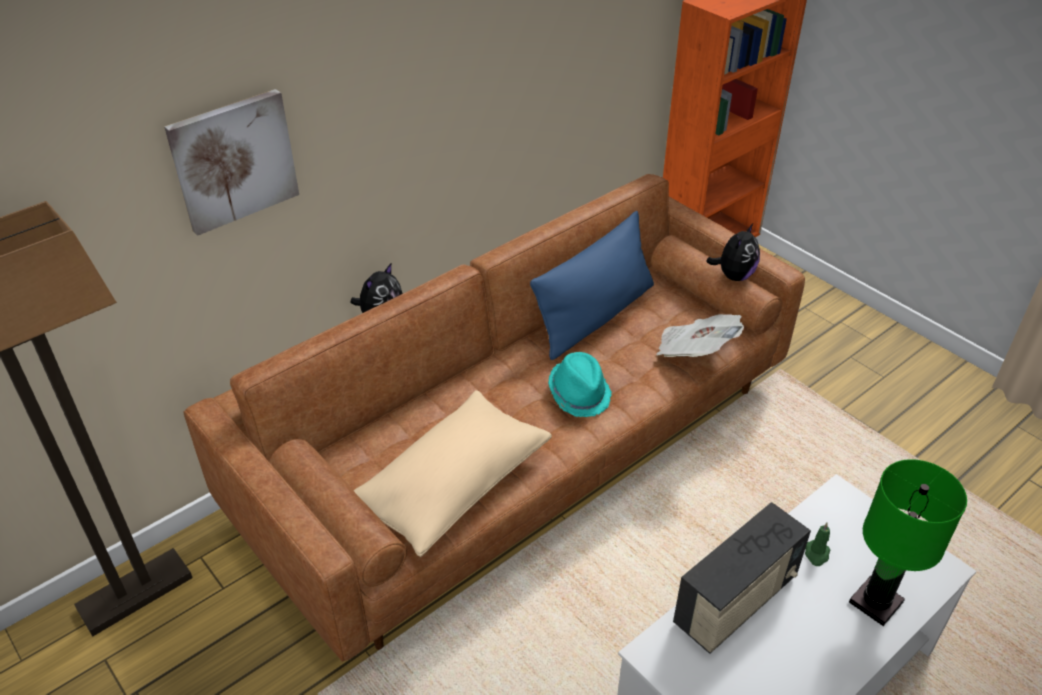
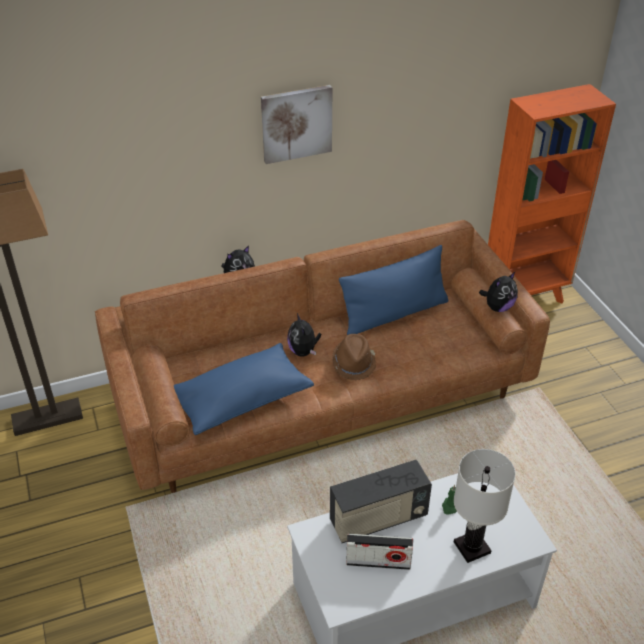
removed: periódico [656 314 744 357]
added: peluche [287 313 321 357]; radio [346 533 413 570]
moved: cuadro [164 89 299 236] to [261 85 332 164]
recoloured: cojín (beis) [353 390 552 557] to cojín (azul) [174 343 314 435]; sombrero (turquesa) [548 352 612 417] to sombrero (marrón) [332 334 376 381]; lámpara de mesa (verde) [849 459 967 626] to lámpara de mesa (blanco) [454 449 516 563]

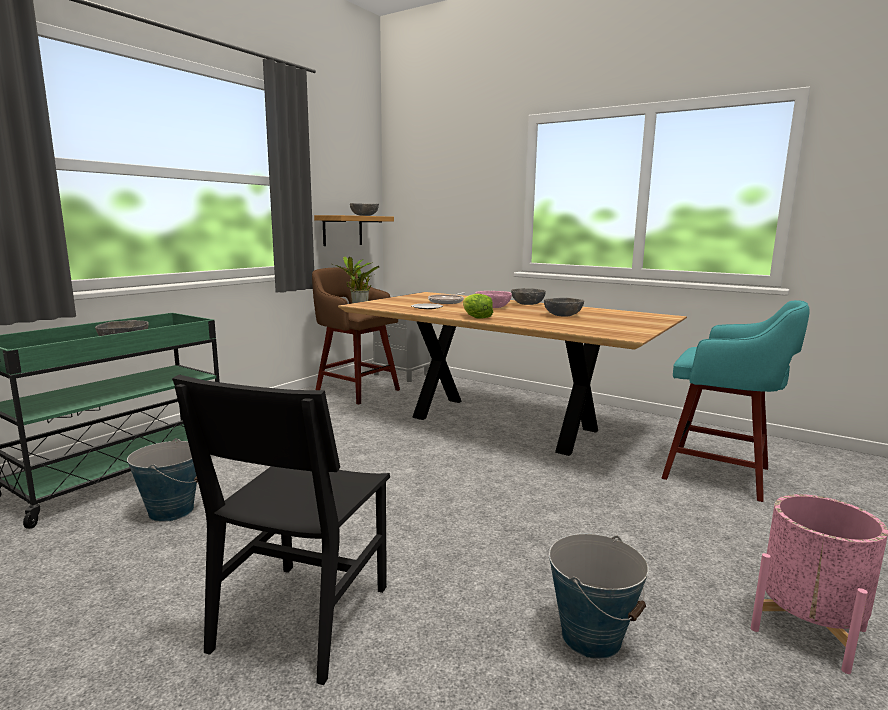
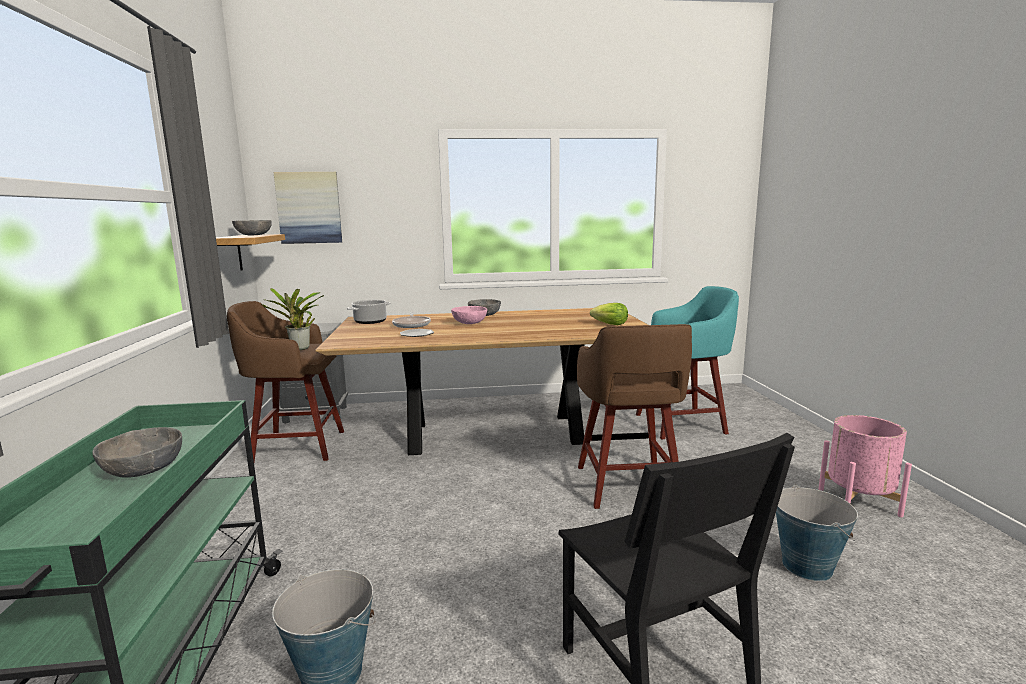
removed: cuenco (gris) [544 298 584 317]
added: cuadro [274 172 342 244]; olla [346 300 391 324]; taburete (marrón) [577 324 692 509]
moved: lechuga [463 294 493 319] to [590 303 628 325]

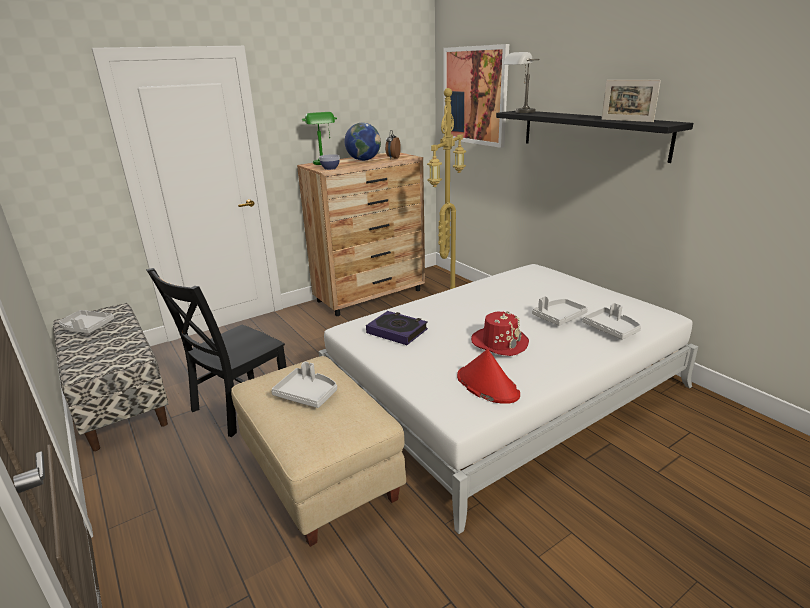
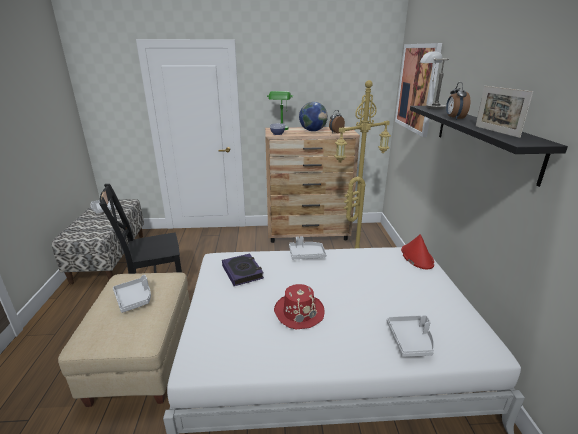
added: despertador [446 82 470 120]
moved: sombrero (rojo) [457 349 520 404] to [401 234 434 269]; bandeja (gris) [532 296 588 326] to [289 236 326 259]

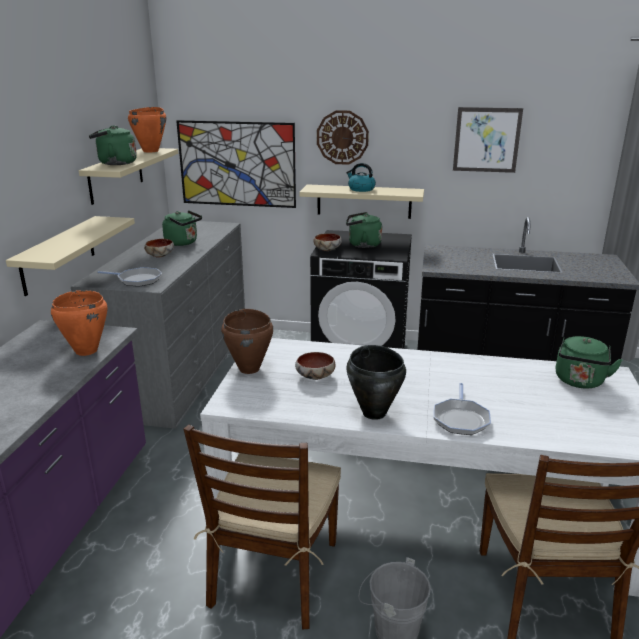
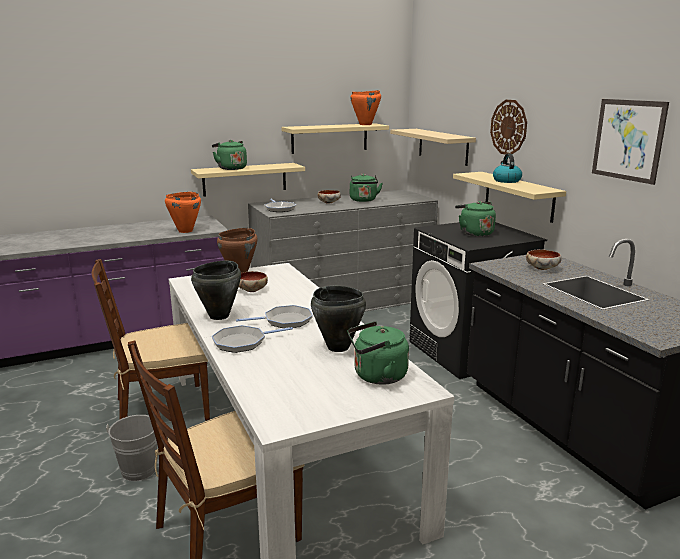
added: sartén [236 305 313 328]; olla (negro) [311 286 366 352]
moved: hervidor (verde) [89 125 137 165] to [212 140 247 170]; cuenco [313 233 342 251] to [526 249 561 270]
replaced: cuadro [176 120 296 208] to estante (beis) [390 129 476 166]

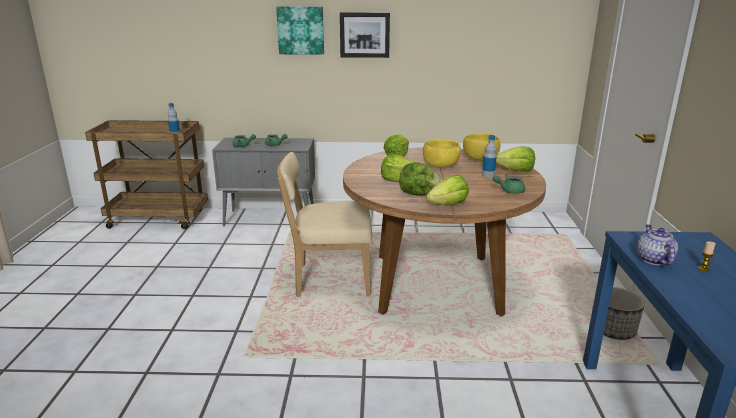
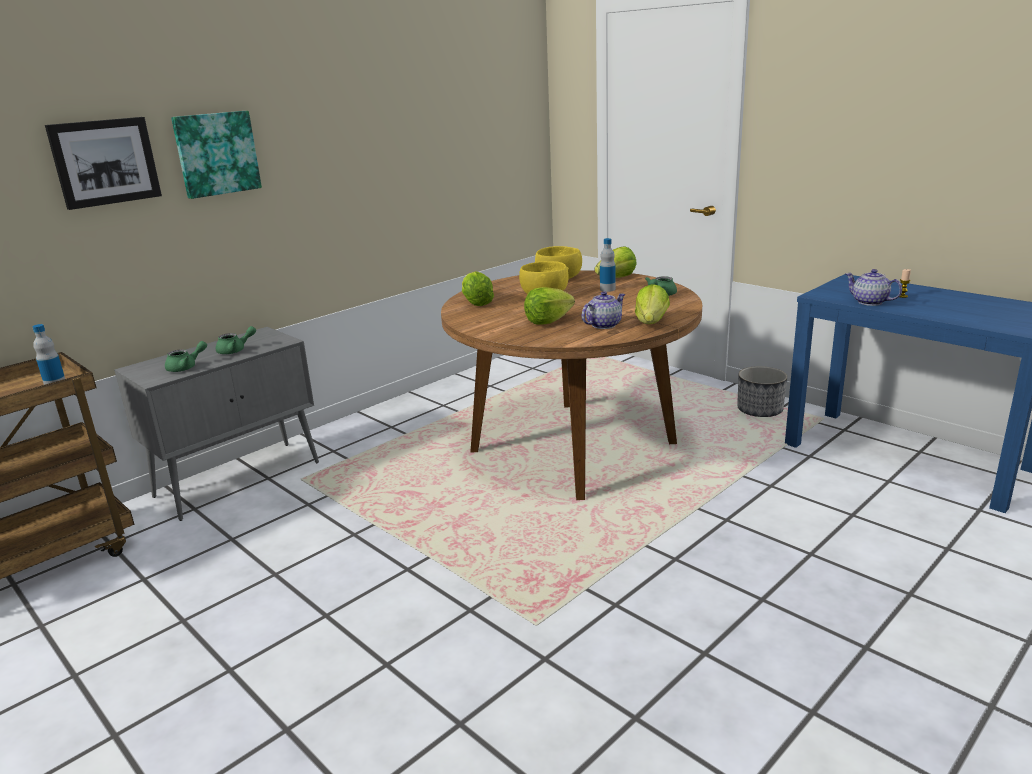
removed: silla (beis) [277 152 372 297]
moved: cuadro [340 12 390 58] to [45 117 162 210]
replaced: lechuga [400 162 442 196] to tetera [582 291 625 329]

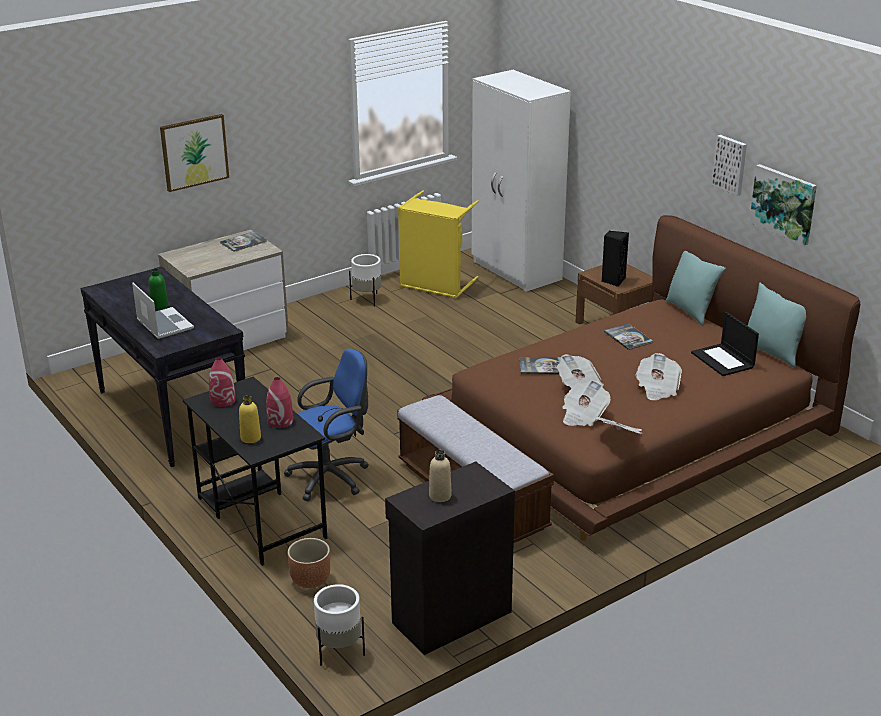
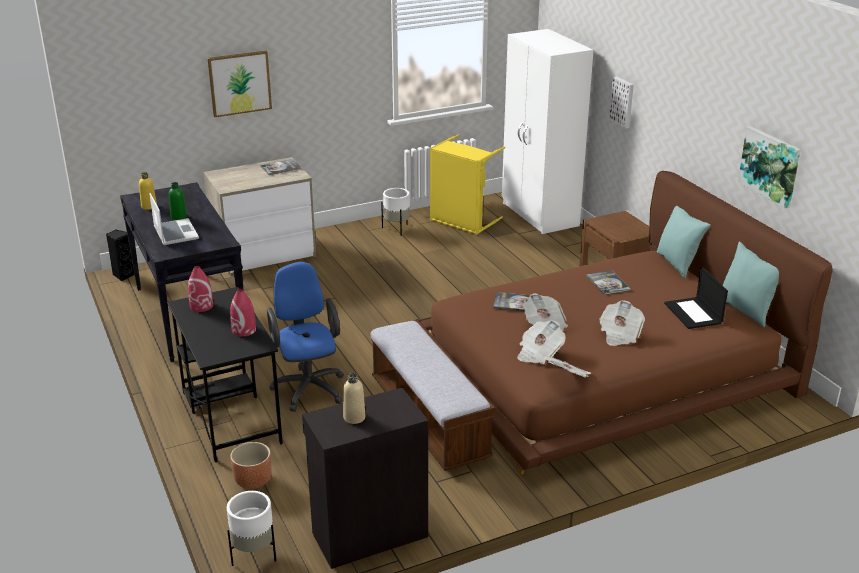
moved: botella (amarillo) [239 395 261 443] to [139 172 157 210]; altavoz (negro) [602 231 629 287] to [106 229 135 281]; cuadro [712 135 747 196] to [609 76 634 129]
turned: silla de oficina (azul) [284 349 369 501] = [267 262 344 412] 90 degrees counterclockwise

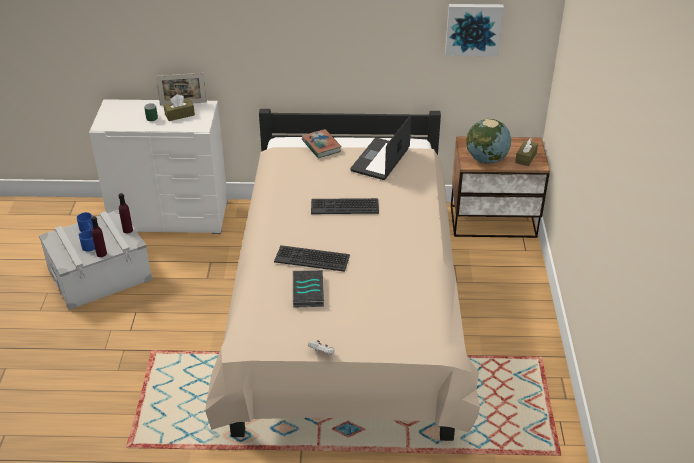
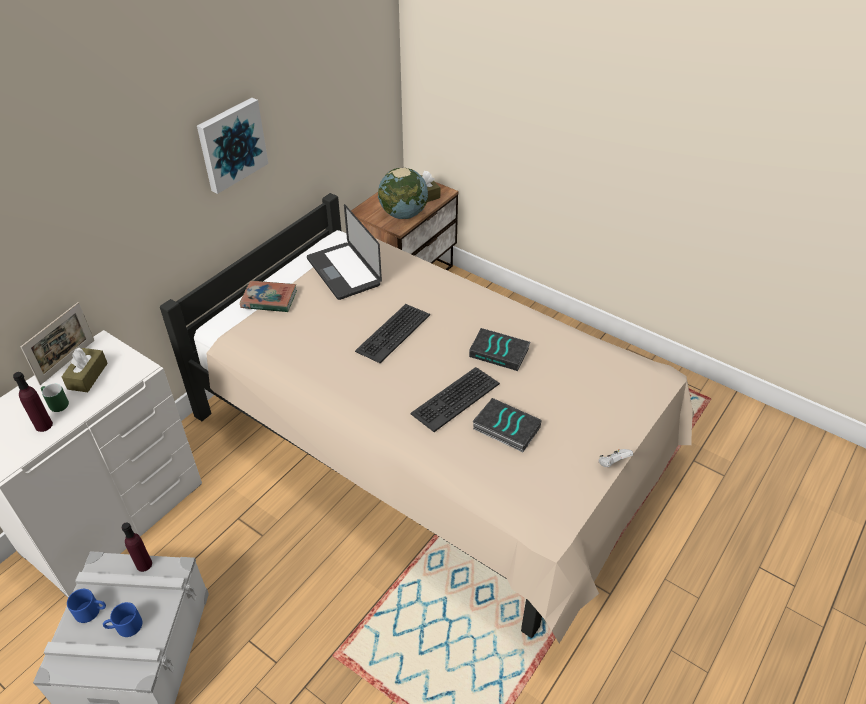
added: libro [469 328 531 371]
moved: botella (morado) [91 216 107 257] to [13 372 53 432]; cuadro [445 4 504 56] to [197 98 268 194]

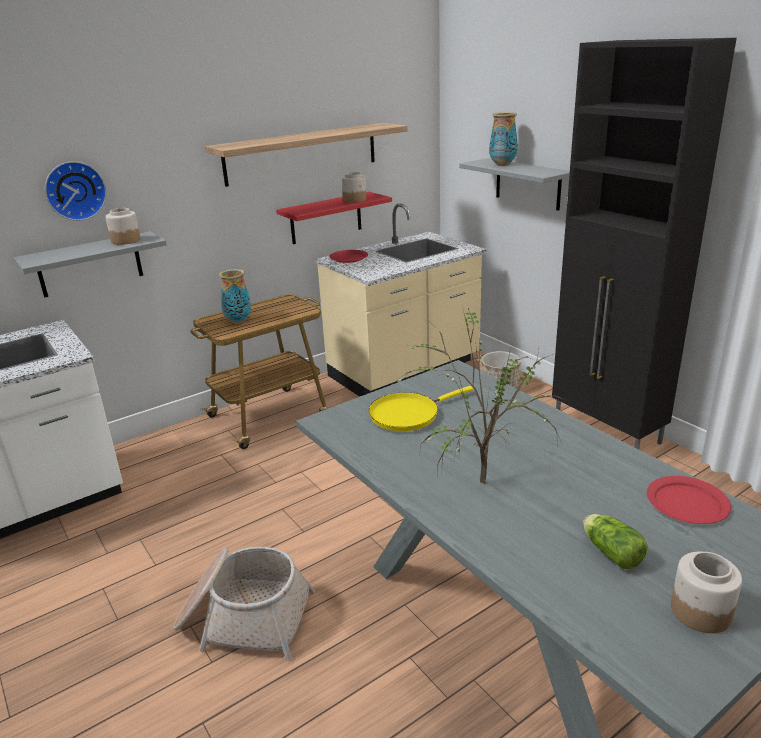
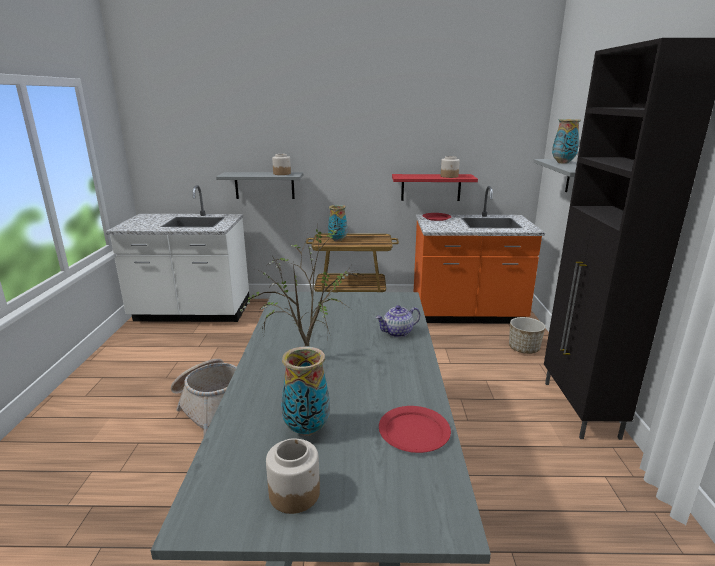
removed: reloj de pared [45 161 107 221]; estante [205 123 408 187]; sartén (amarillo) [369 386 474 431]
added: tetera [376 305 420 337]
replaced: lechuga [583 514 648 569] to florero [281 346 330 436]
recoloured: mueble bajo de cocina (beis) [316 203 487 397] to mueble bajo de cocina (naranja) [414 186 545 324]

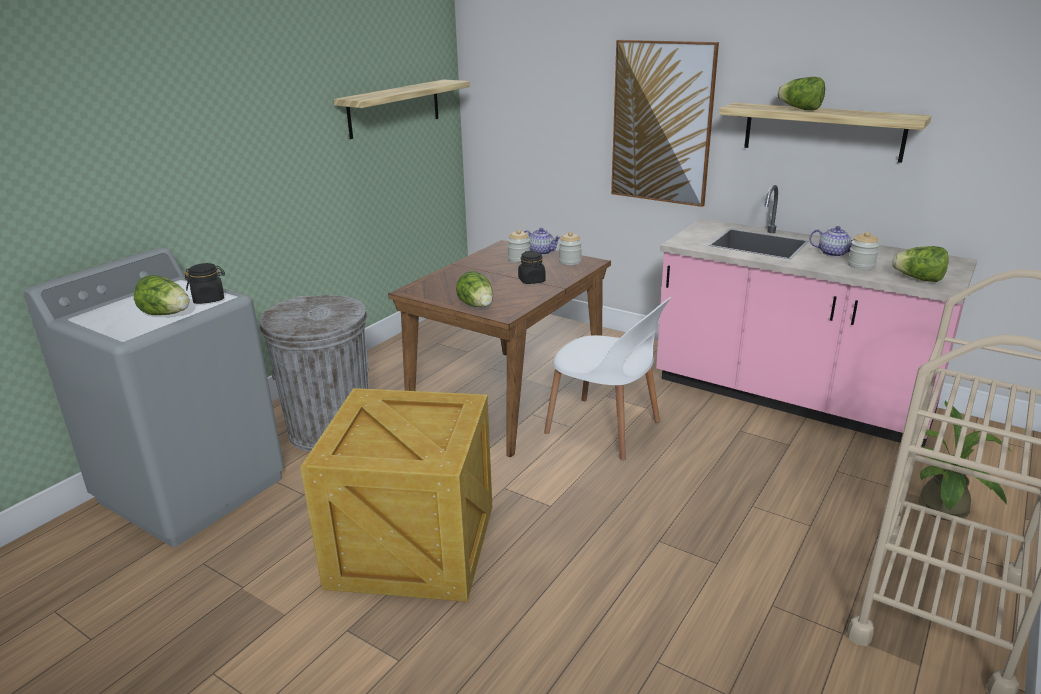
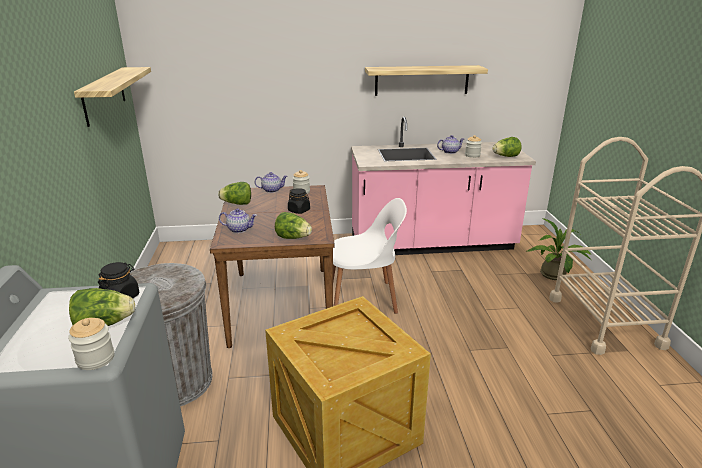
removed: cuadro [611 40 719 207]
added: tetera [219 208 257 233]
moved: tarro [507 230 530 263] to [68 318 114 370]; lechuga [777 77 825 110] to [218 182 251 205]

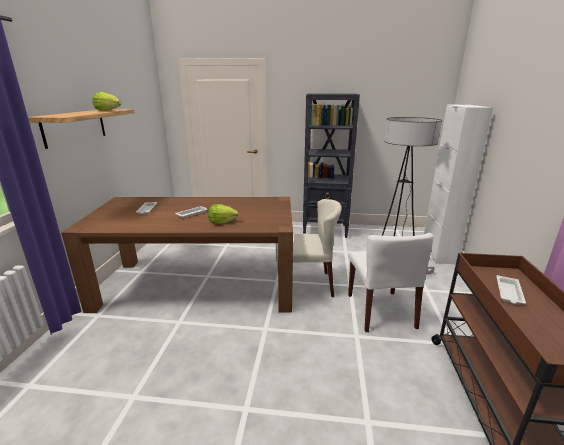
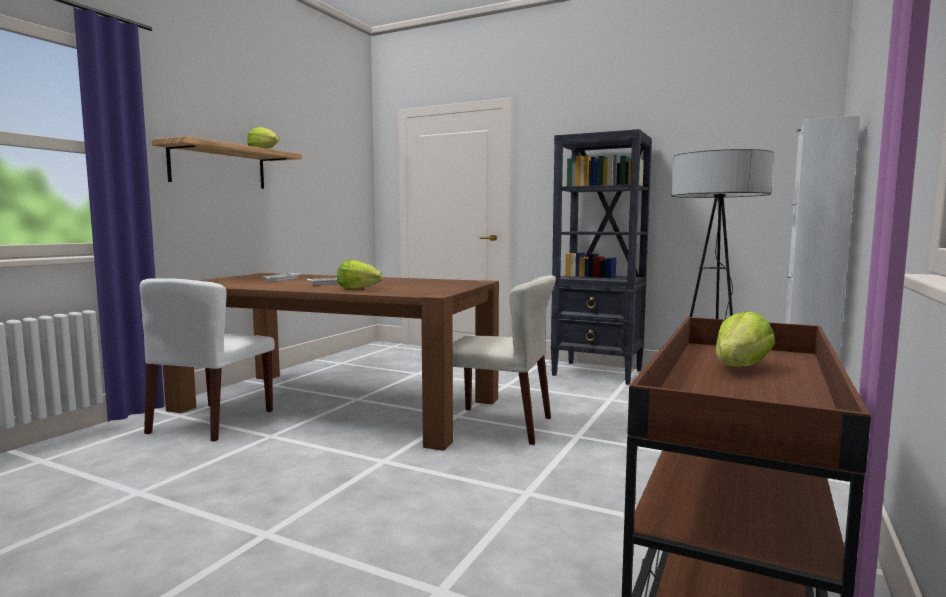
moved: silla (blanco) [348 233 434 332] to [140 278 275 442]
replaced: bandeja (blanco) [496 275 526 304] to lechuga [716 311 775 367]

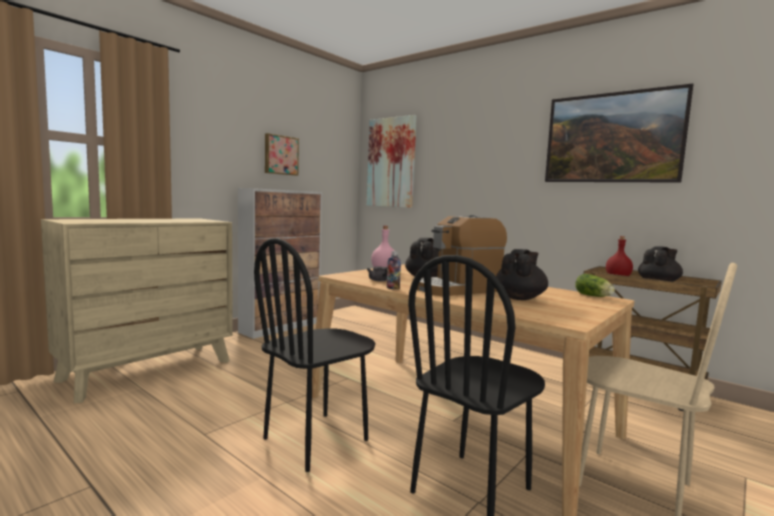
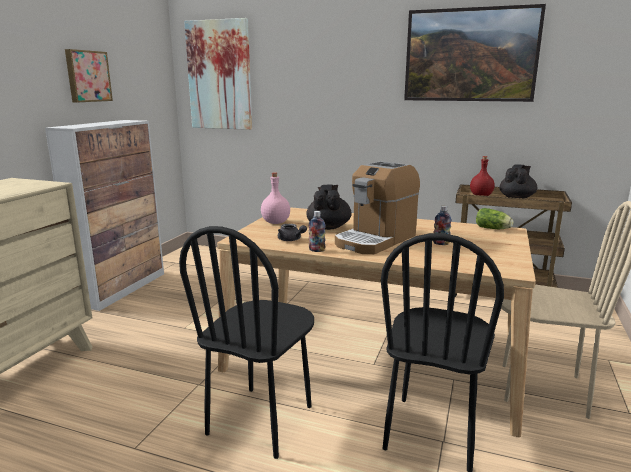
replaced: tetera (negro) [496 249 548 300] to botella [433 206 452 245]

